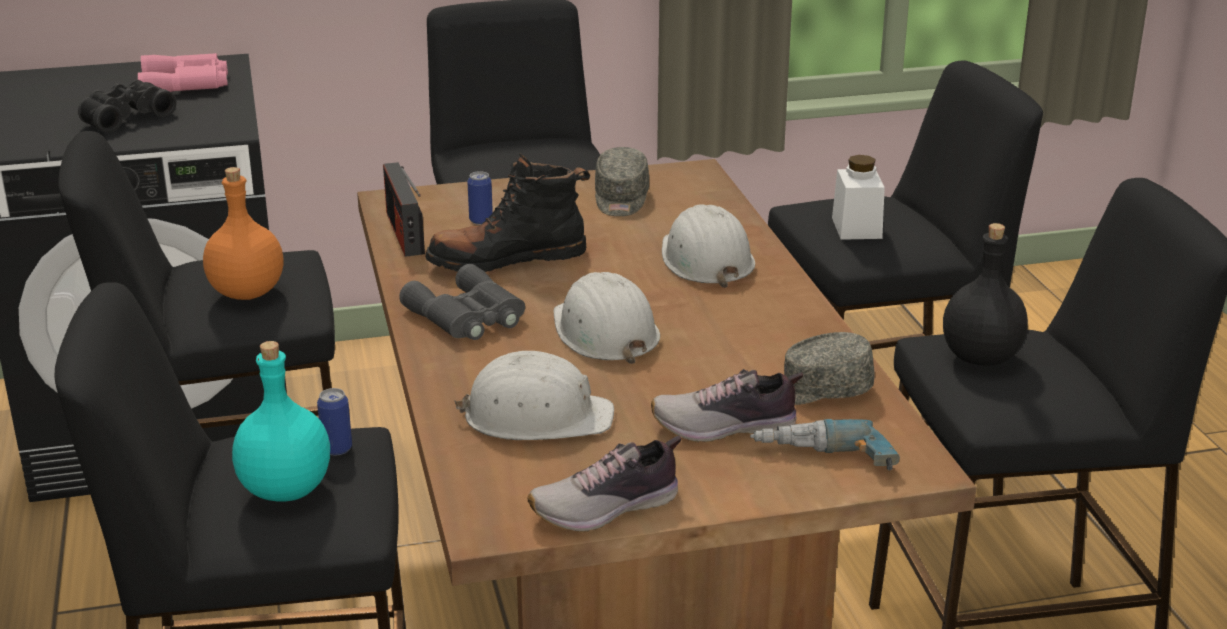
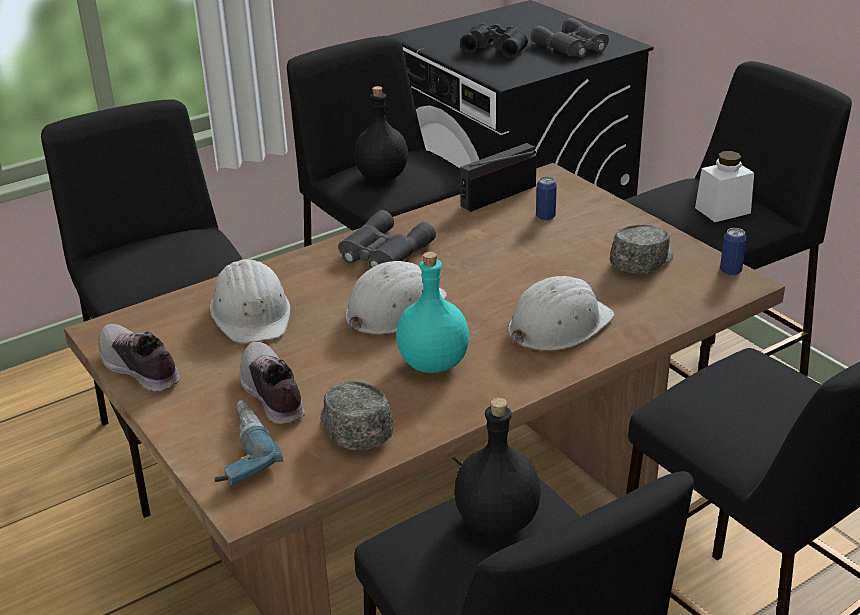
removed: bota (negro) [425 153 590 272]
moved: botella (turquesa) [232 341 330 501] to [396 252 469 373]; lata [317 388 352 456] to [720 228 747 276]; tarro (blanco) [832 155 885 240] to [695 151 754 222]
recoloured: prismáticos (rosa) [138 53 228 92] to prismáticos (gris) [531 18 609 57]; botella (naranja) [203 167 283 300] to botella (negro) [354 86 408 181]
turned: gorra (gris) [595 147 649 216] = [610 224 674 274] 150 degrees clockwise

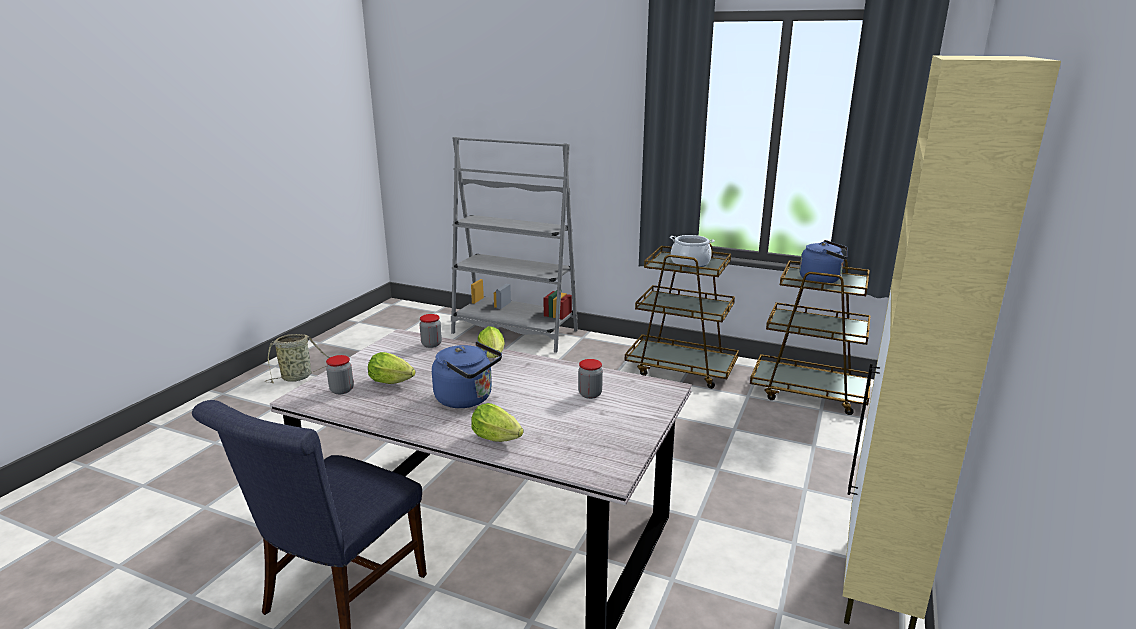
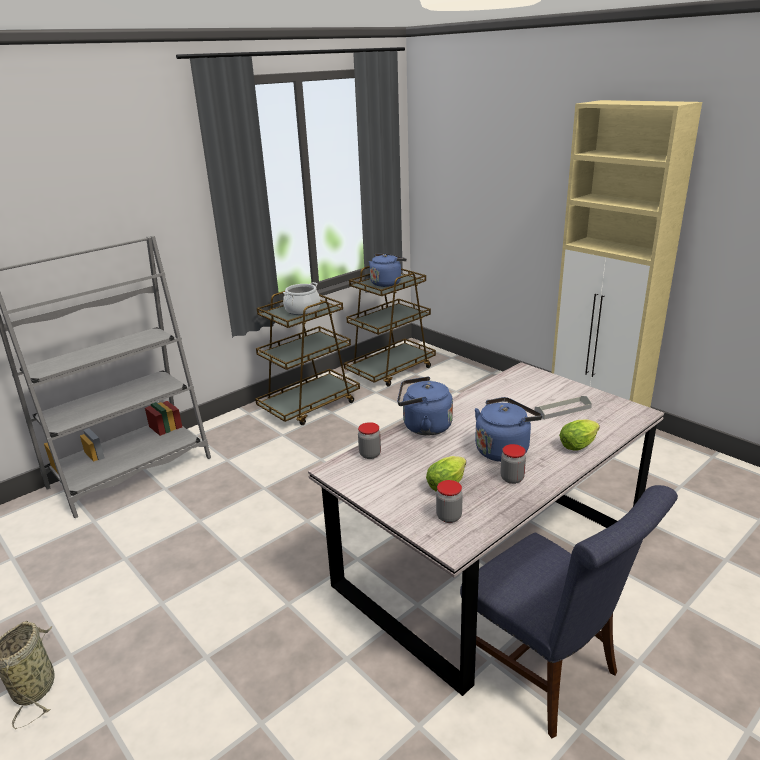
added: bandeja (gris) [535 396 592 420]
moved: tarro [578 359 603 399] to [500 444 526 484]
replaced: lechuga [478 326 505 358] to hervidor (azul) [397 376 453 435]

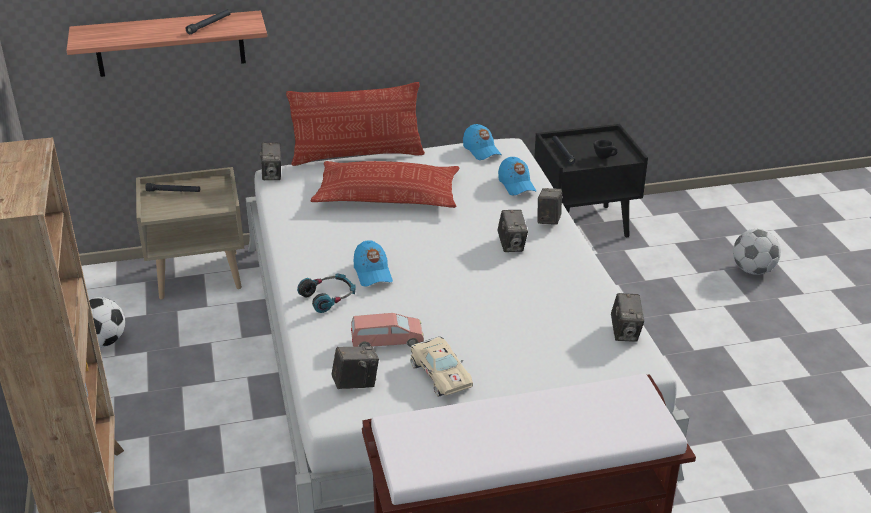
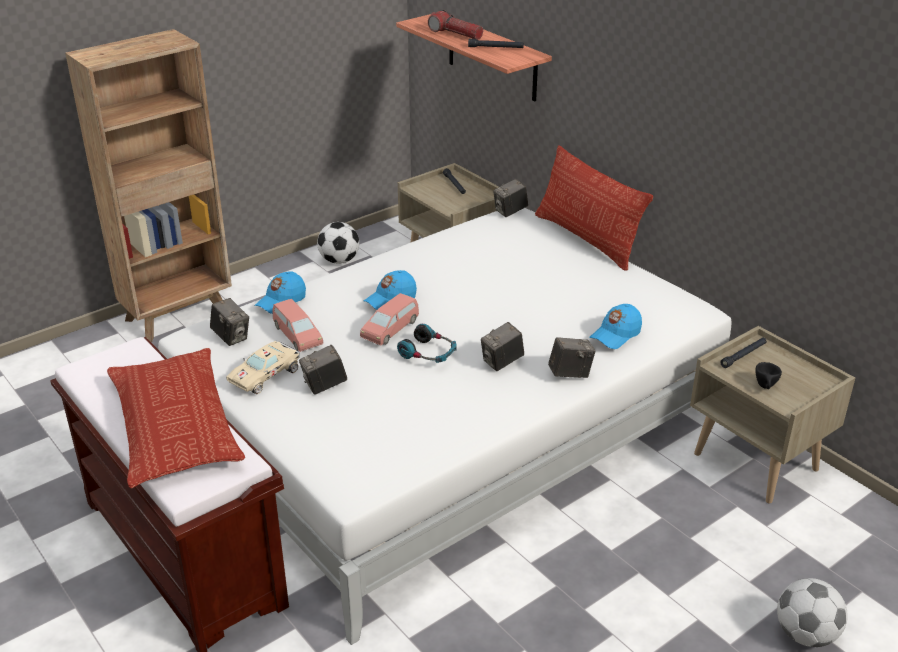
added: coche de juguete (rosa) [360 293 419 345]; linterna [428 10 483 40]
moved: auriculares [297 273 356 313] to [397 324 457 363]; cojín [310 161 459 208] to [107 348 245 488]; gorra (azul) [463 124 502 160] to [254 271 306 314]; cámara [611 293 644 342] to [299 345 347 395]
recoloured: mesita de noche (negro) [534 124 648 237] to mesita de noche (beis) [690 326 855 504]

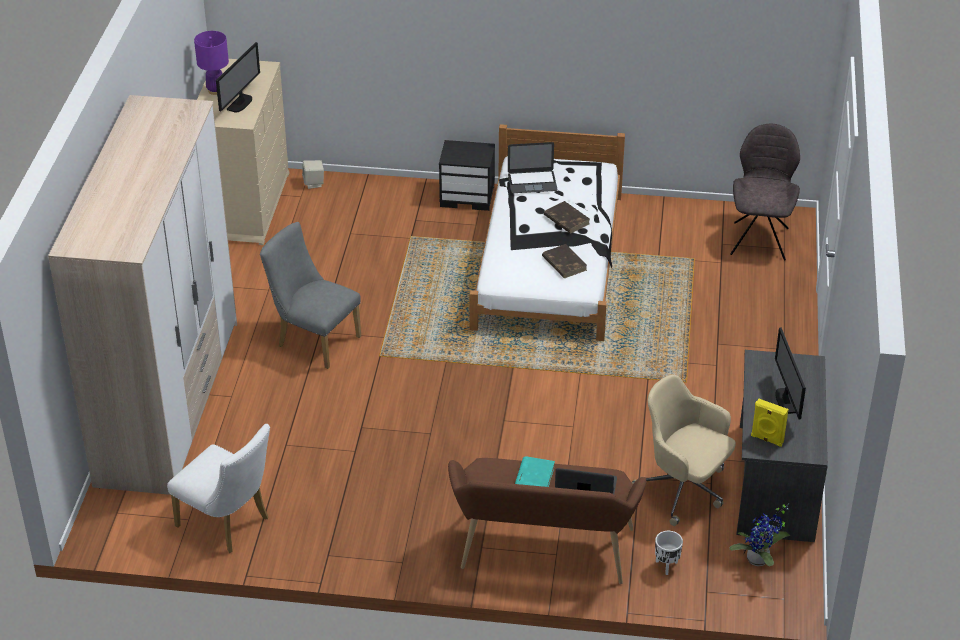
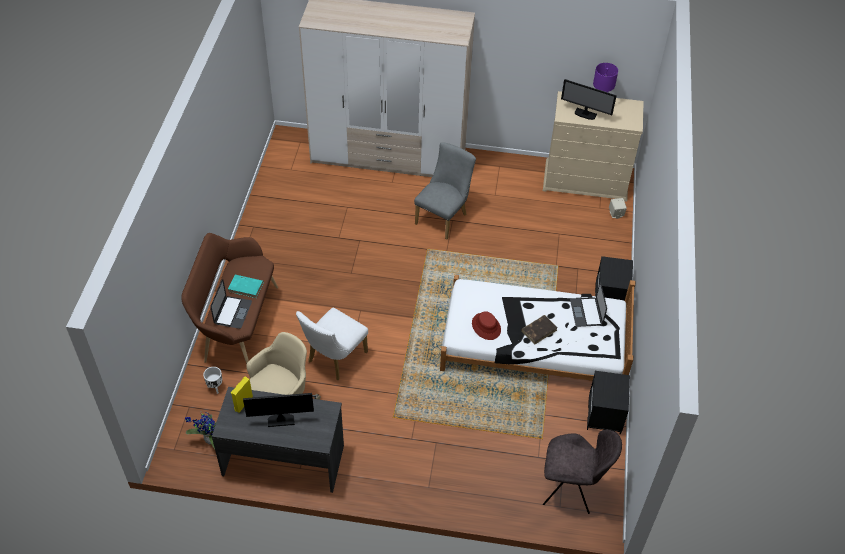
added: mesita de noche (negro) [587 371 630 435]
moved: silla (blanco) [167 424 270 553] to [296 308 368 380]
replaced: libro (marrón) [542 244 587 278] to sombrero (rojo) [472 311 501 340]

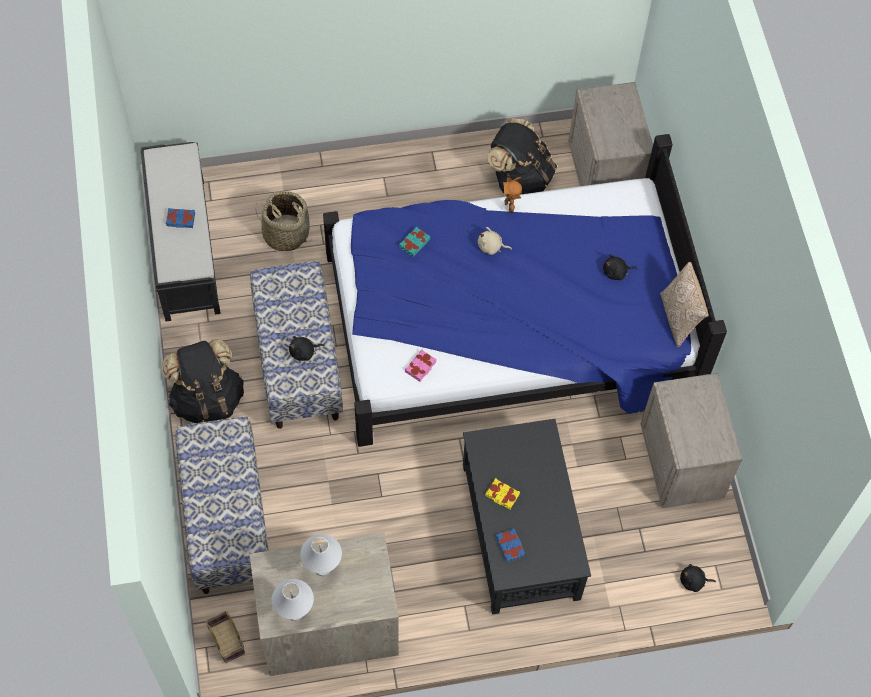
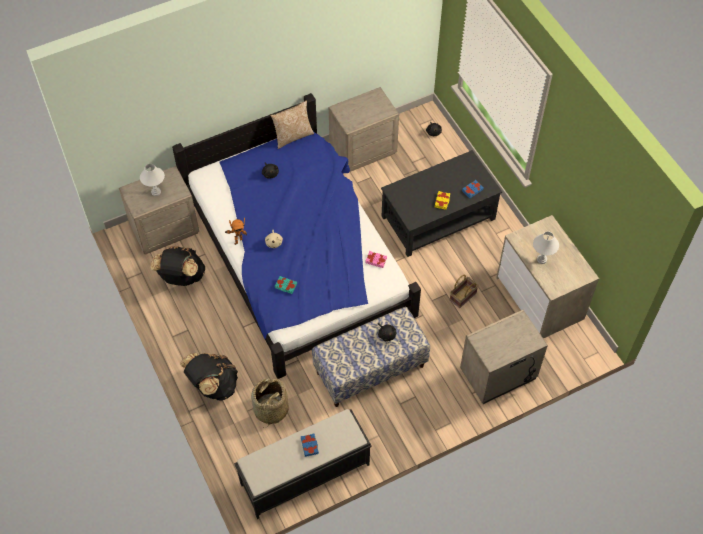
moved: mochila (negro) [162 339 244 423] to [180 353 238 401]; cesta [205 611 245 663] to [450 275 479 308]; lámpara de mesa (blanco) [272 579 314 621] to [140 164 165 196]
replaced: banco [175 417 269 594] to mesita de noche (beis) [460 310 548 404]

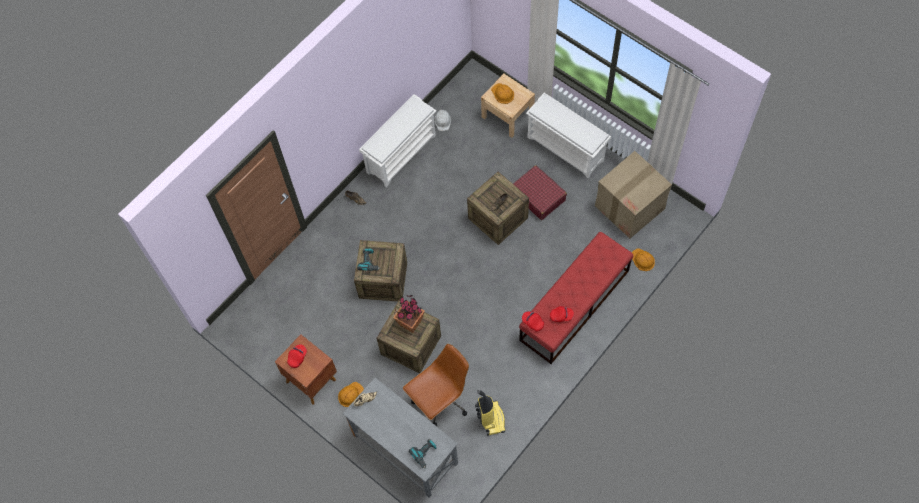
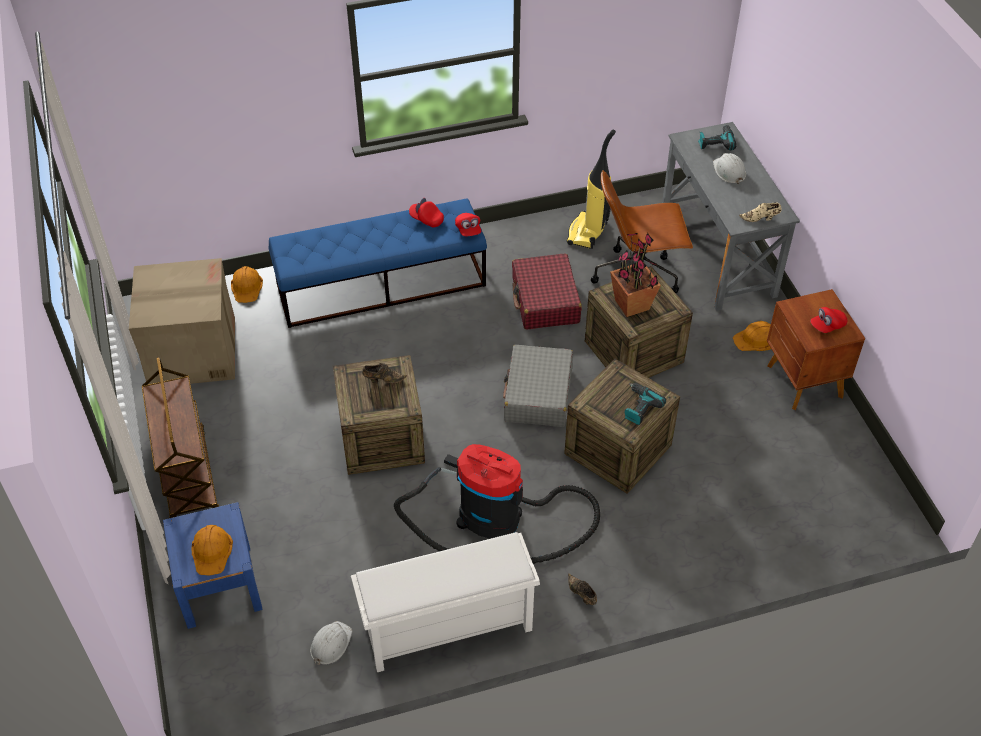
added: aspiradora [394 444 600 564]; maleta (gris) [503 345 573 427]; casco (blanco) [713 153 746 184]
moved: maleta (rojo) [513 165 567 220] to [512 254 582 330]
replaced: zapatero (blanco) [526 93 611 178] to carrito (marrón) [142 357 219 518]
recoloured: mesita de noche (beis) [481 74 535 138] to mesita de noche (azul) [163 502 263 629]; banco (rojo) [519 232 633 364] to banco (azul) [269 199 487 328]

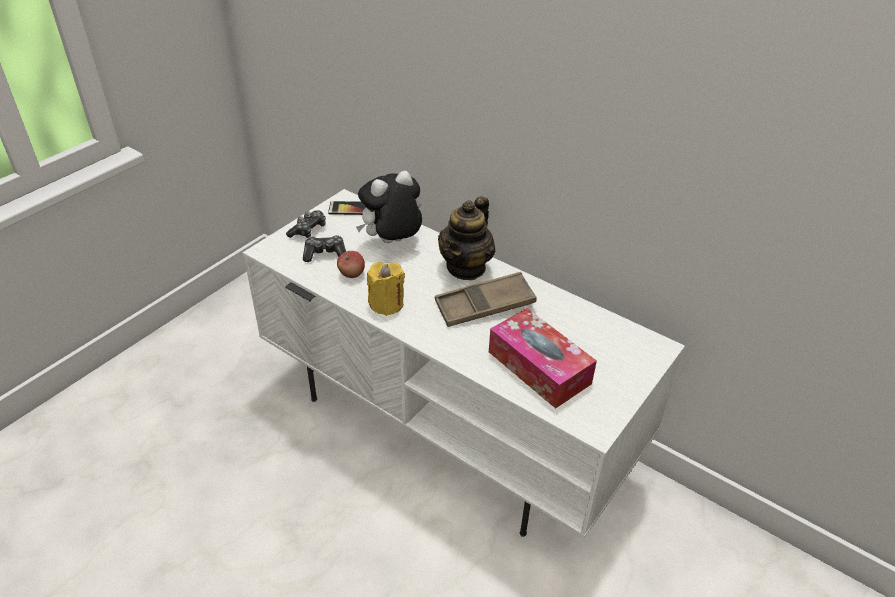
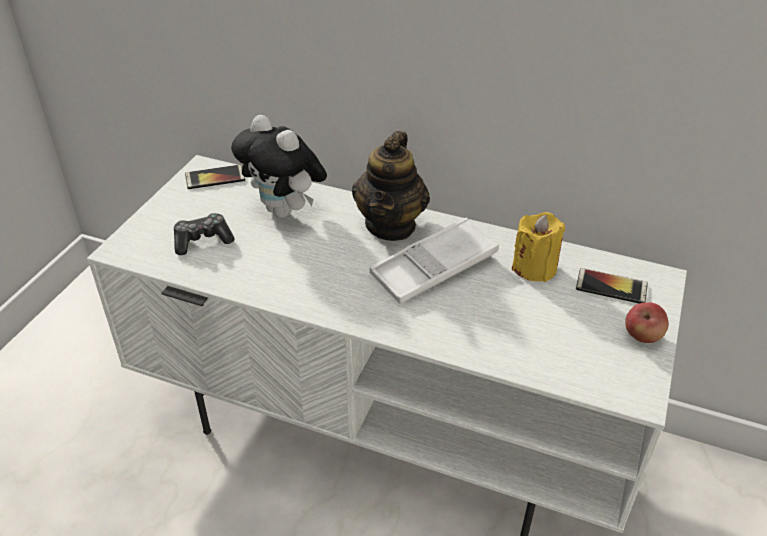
removed: mando de consola [286 210 326 238]; caja de pañuelos [489 308 597 409]
added: móvil [576 268 648 303]
moved: manzana [337 251 365 278] to [625 302 669 343]; vela (amarillo) [367 262 405 316] to [512 212 565 282]
recoloured: bandeja (marrón) [435 272 537 327] to bandeja (blanco) [370 218 499 304]
turned: peluche [356 171 422 243] = [231 115 327 218] 90 degrees counterclockwise

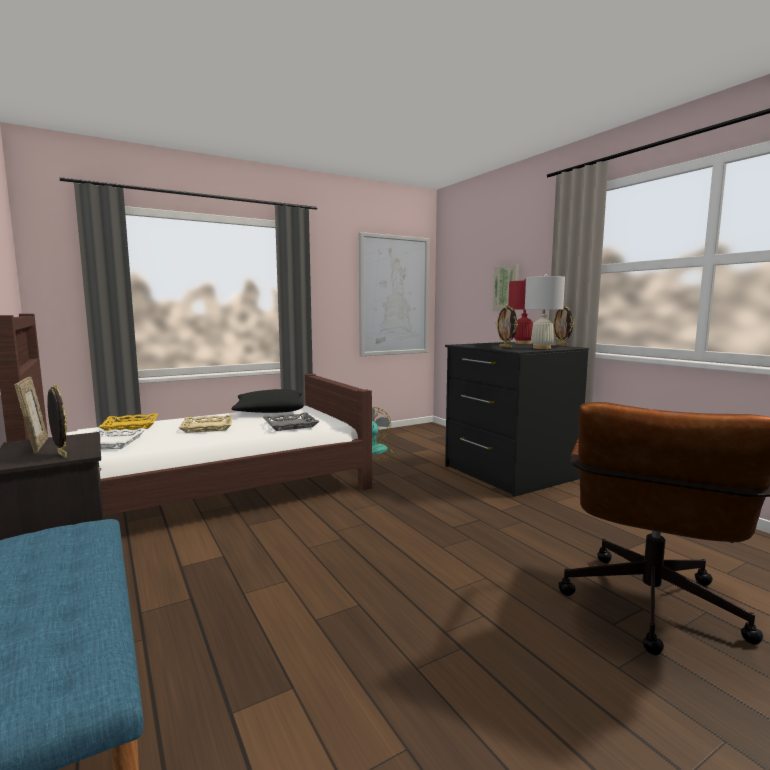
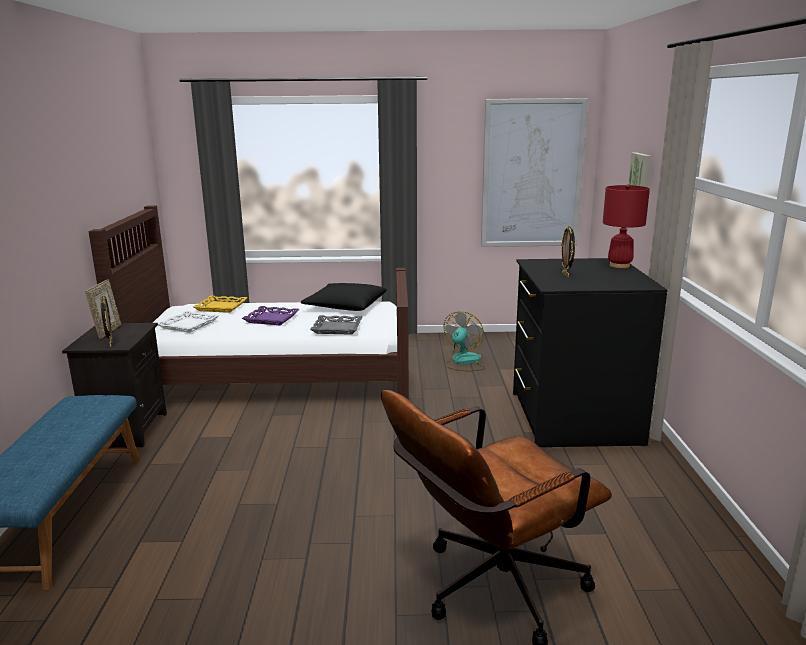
removed: lámpara de mesa (blanco) [525 274 565 349]; portarretratos [552 305 574 346]
recoloured: bandeja (beis) [179 415 233 433] to bandeja (morado) [242 306 300 325]

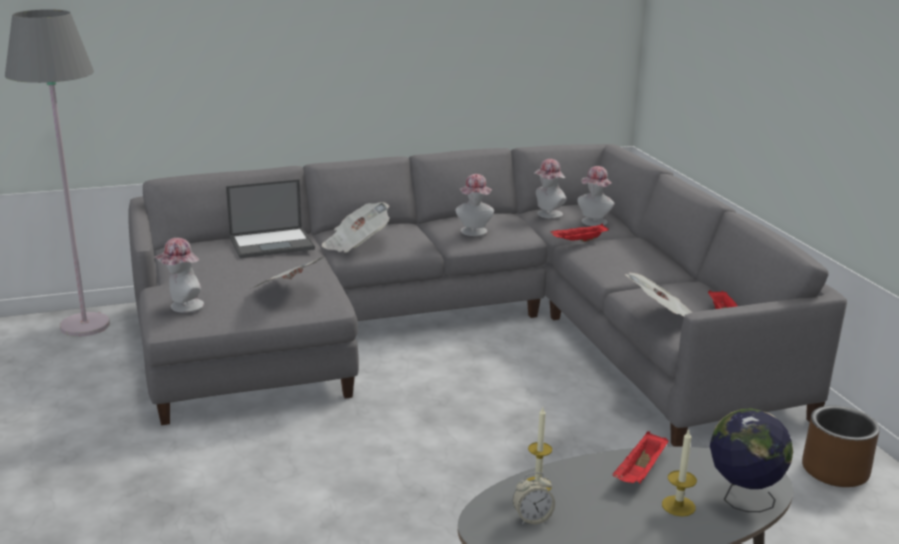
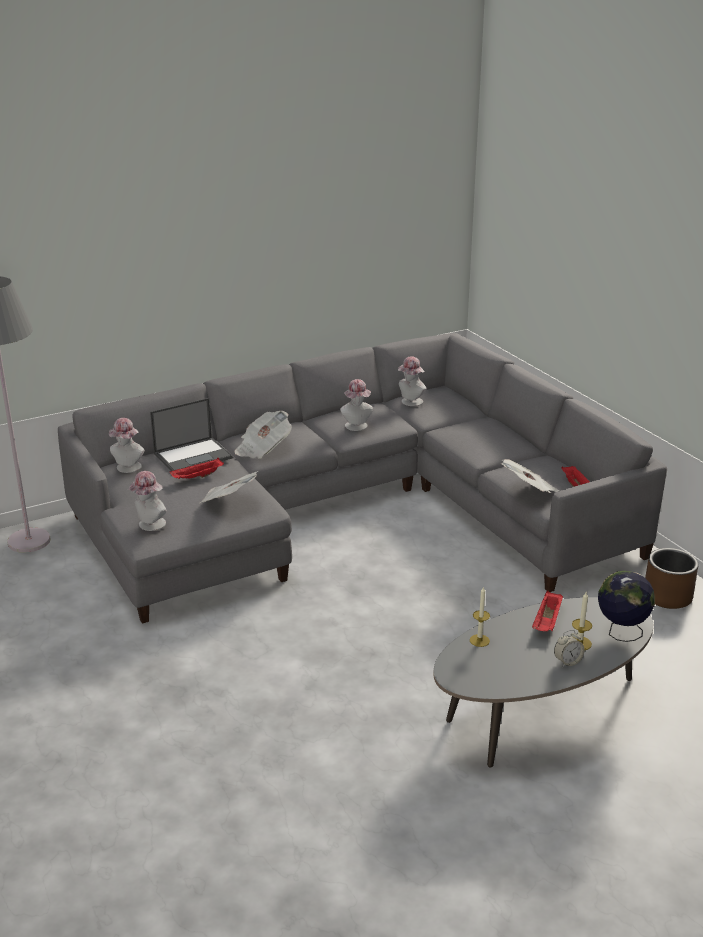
moved: despertador [513 472 555 525] to [554 630 584 667]; bandeja (rojo) [550 224 609 242] to [170 458 224 479]; sombrero [577 166 615 226] to [109 418 145 473]

